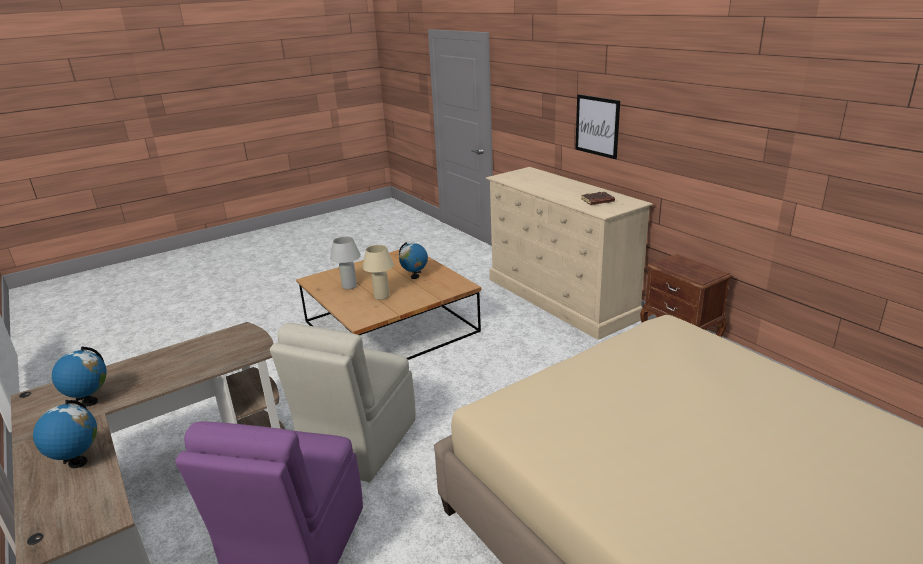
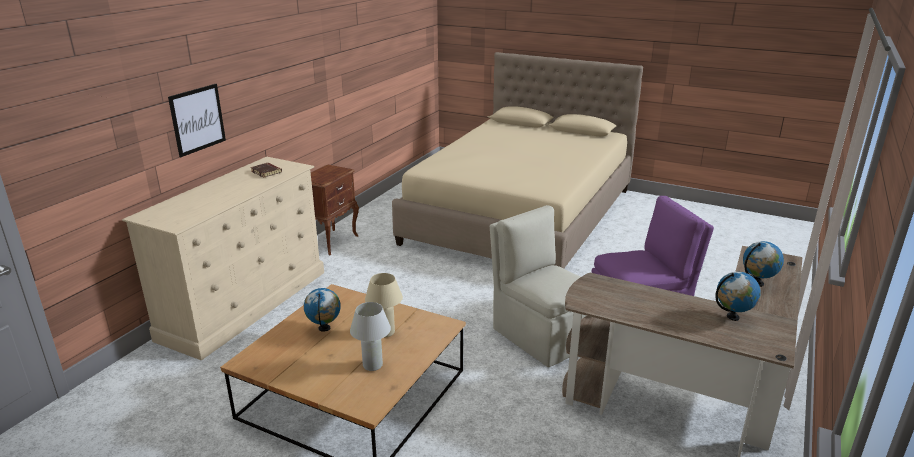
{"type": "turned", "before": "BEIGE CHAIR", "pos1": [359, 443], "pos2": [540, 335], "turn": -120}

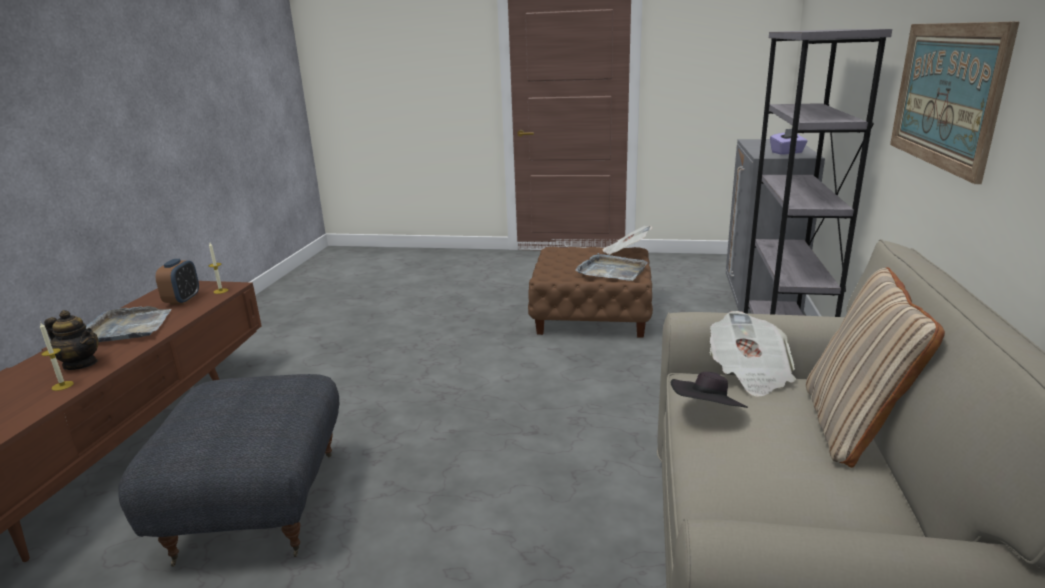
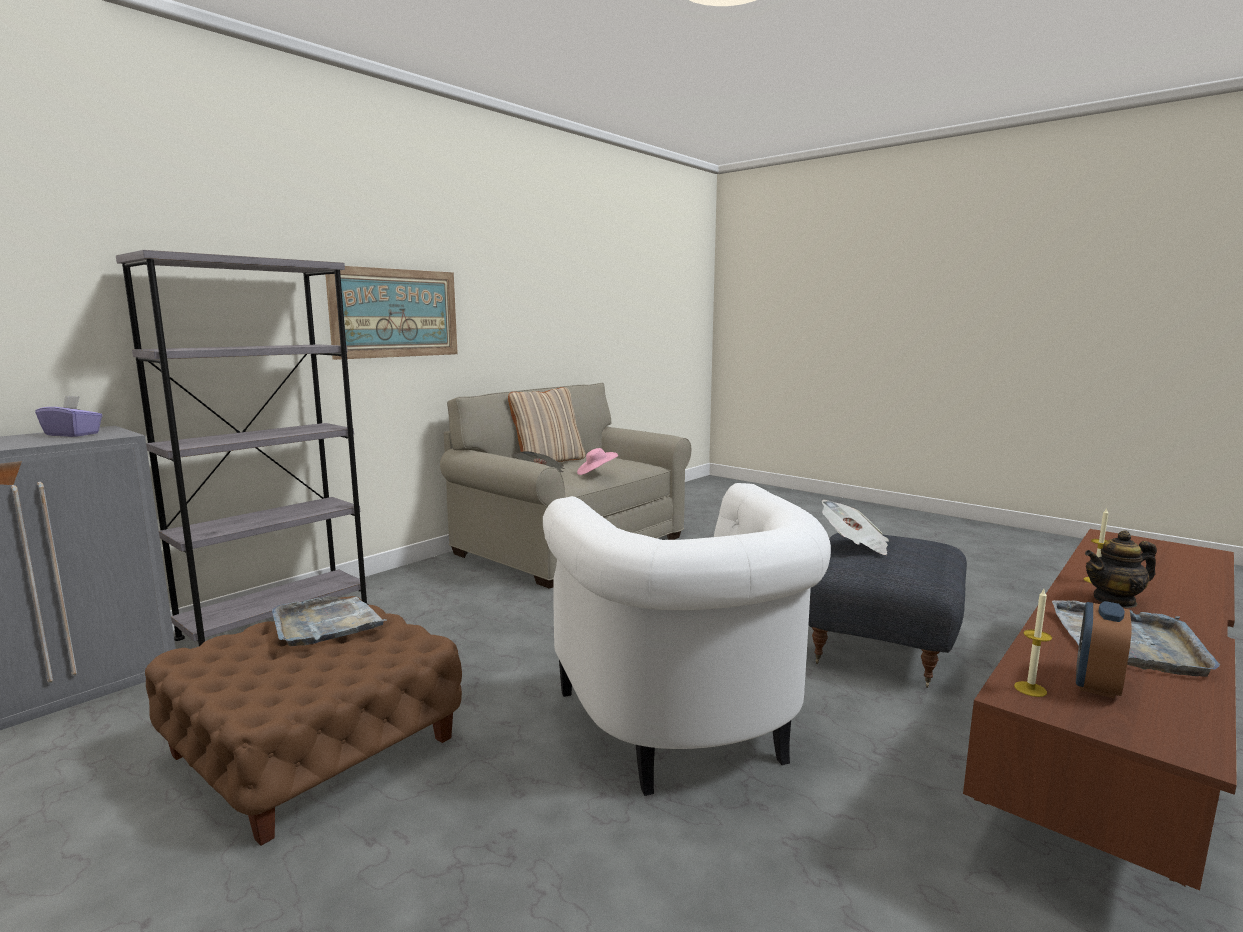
{"type": "added", "after": "WHITE ARMCHAIR", "pos2": [682, 727]}
{"type": "recoloured", "before": "BLACK HAT", "after": "PINK HAT", "pos1": [707, 412], "pos2": [596, 473]}
{"type": "moved", "before": "NEWSPAPER", "pos1": [625, 252], "pos2": [855, 545]}
{"type": "turned", "before": "TEAPOT", "pos1": [81, 364], "pos2": [1115, 600], "turn": -60}

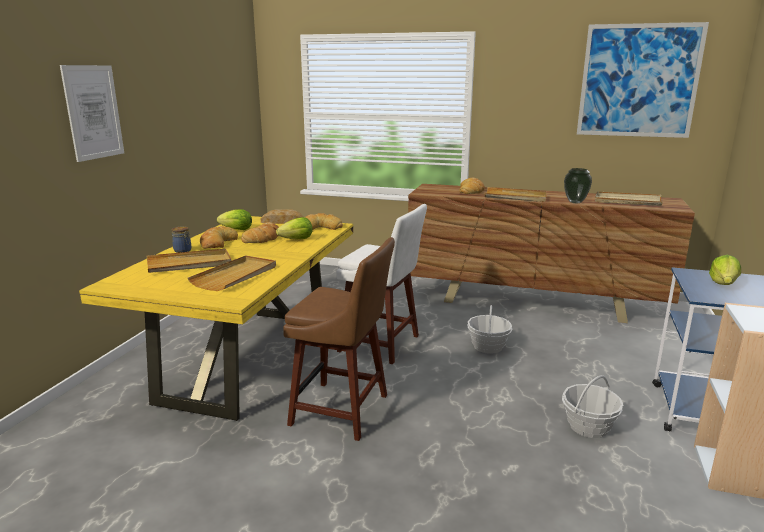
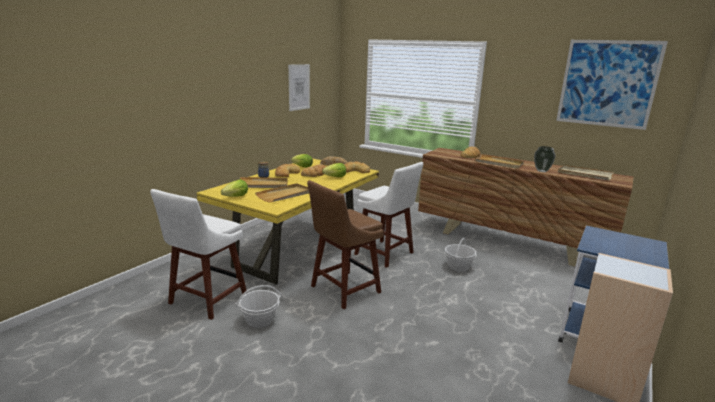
{"type": "added", "after": "WHITE CHAIR", "pos2": [205, 300]}
{"type": "moved", "before": "LETTUCE", "pos1": [723, 284], "pos2": [236, 197]}
{"type": "moved", "before": "BASKET", "pos1": [588, 426], "pos2": [260, 320]}
{"type": "moved", "before": "PICTURE", "pos1": [93, 112], "pos2": [299, 87]}
{"type": "turned", "before": "BROWN CHAIR", "pos1": [344, 411], "pos2": [342, 290], "turn": 105}

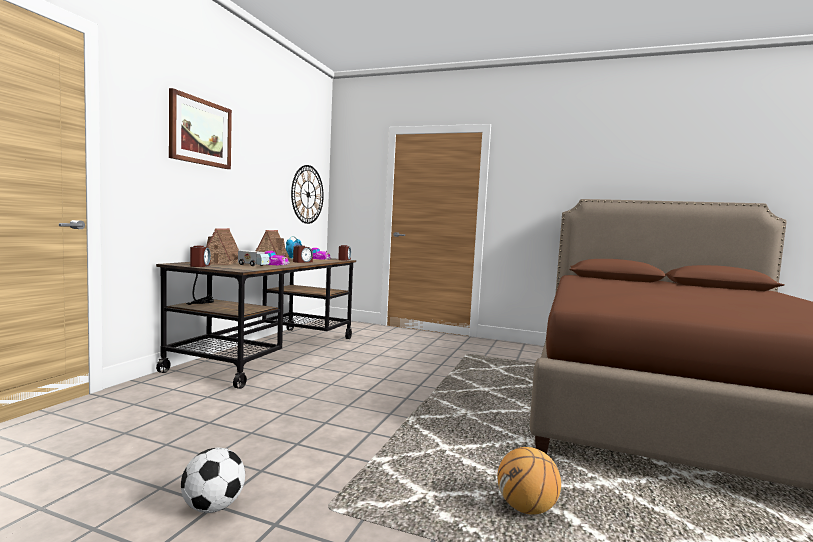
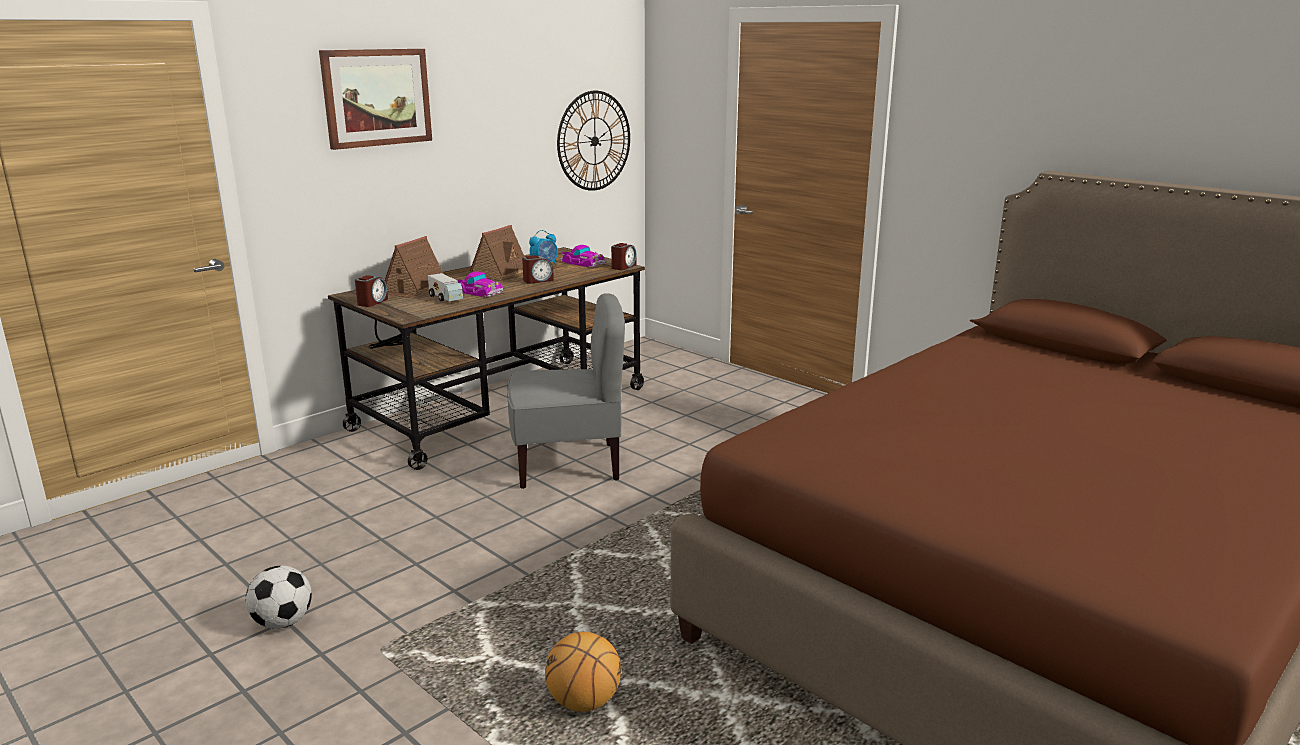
{"type": "added", "after": "GREY CHAIR", "pos2": [568, 464]}

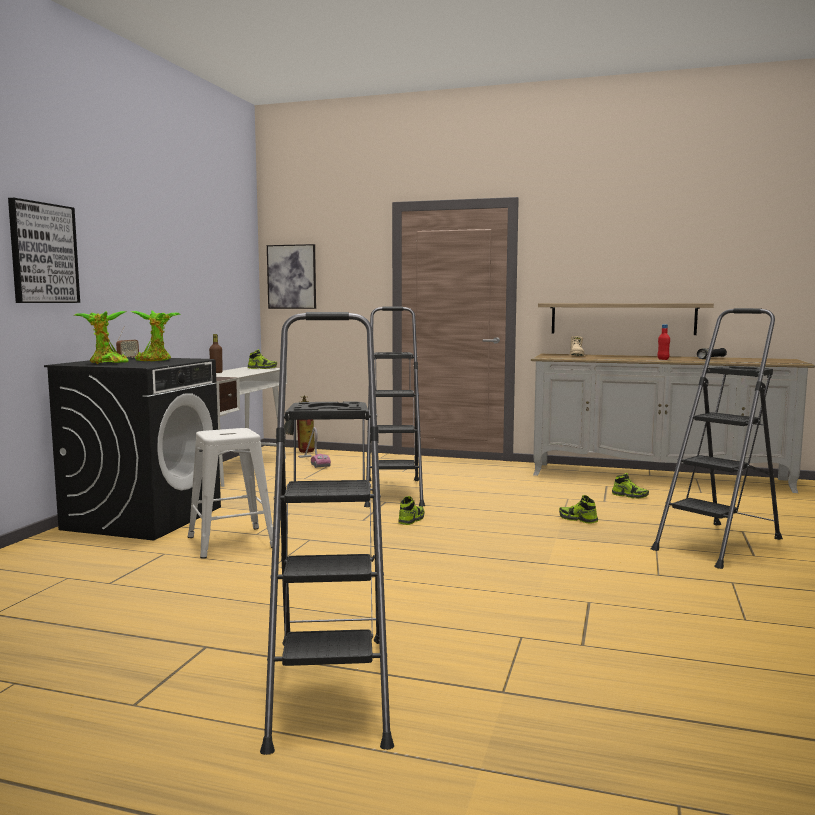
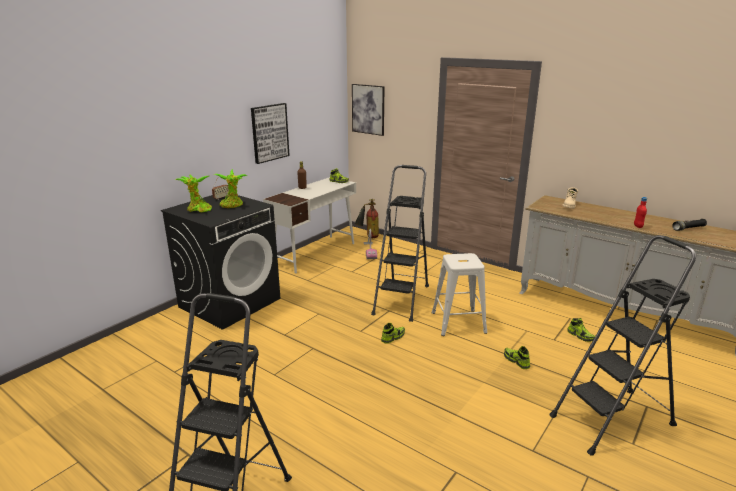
{"type": "moved", "before": "PICTURE", "pos1": [43, 253], "pos2": [269, 132]}
{"type": "moved", "before": "WHITE STOOL", "pos1": [231, 542], "pos2": [458, 322]}
{"type": "removed", "before": "SHELF", "pos1": [622, 318]}

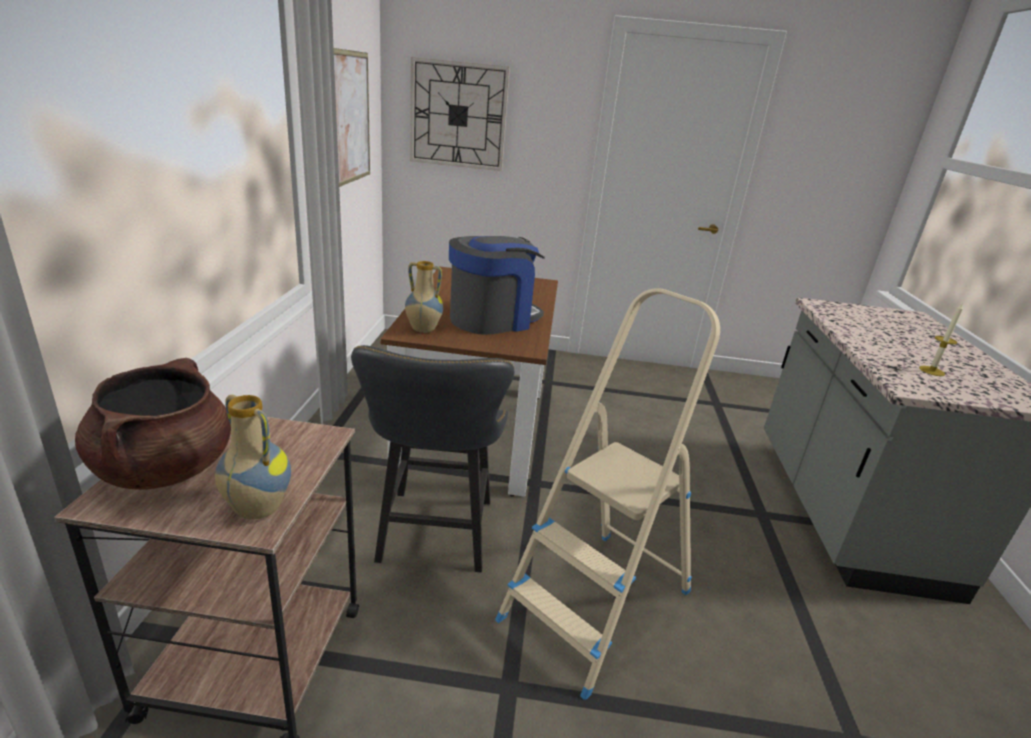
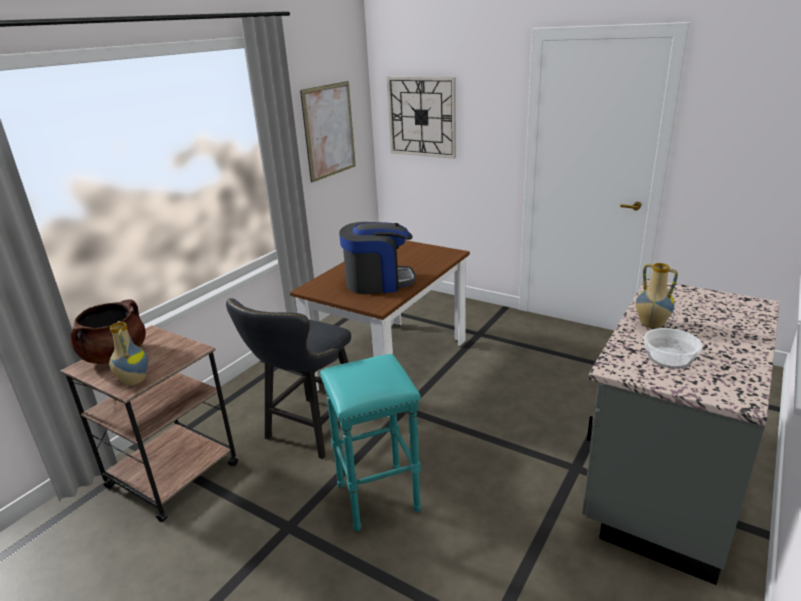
{"type": "replaced", "before": "BEIGE STEP LADDER", "after": "TURQUOISE STOOL", "pos1": [596, 605], "pos2": [380, 497]}
{"type": "moved", "before": "VASE", "pos1": [422, 330], "pos2": [650, 325]}
{"type": "replaced", "before": "CANDLE", "after": "BOWL", "pos1": [931, 371], "pos2": [669, 357]}

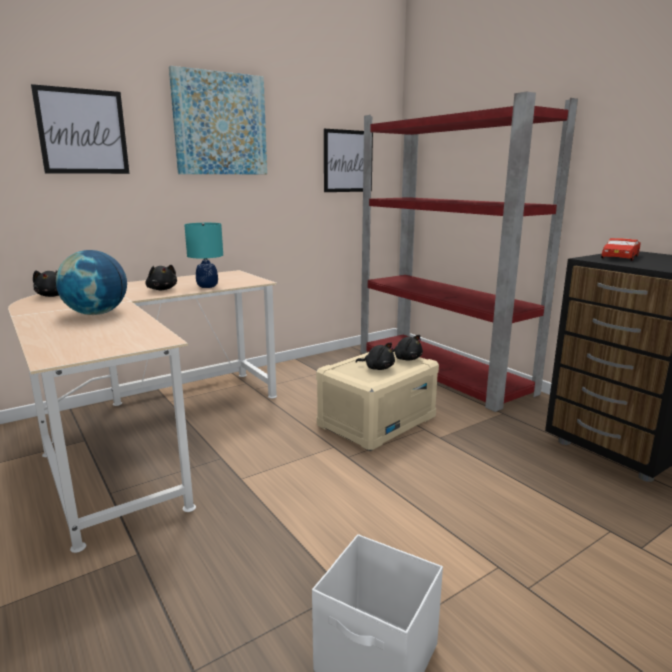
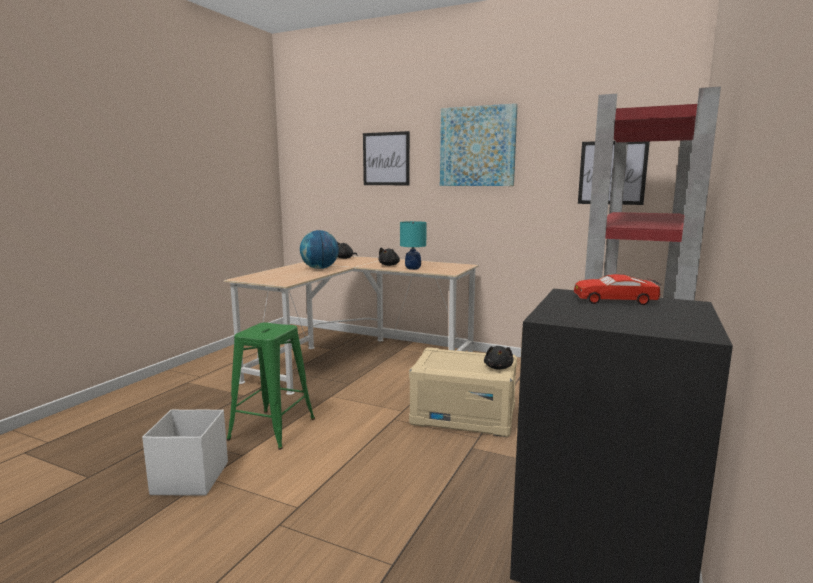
{"type": "added", "after": "GREEN STOOL", "pos2": [272, 429]}
{"type": "removed", "before": "BLACK PLUSH TOY", "pos1": [377, 368]}

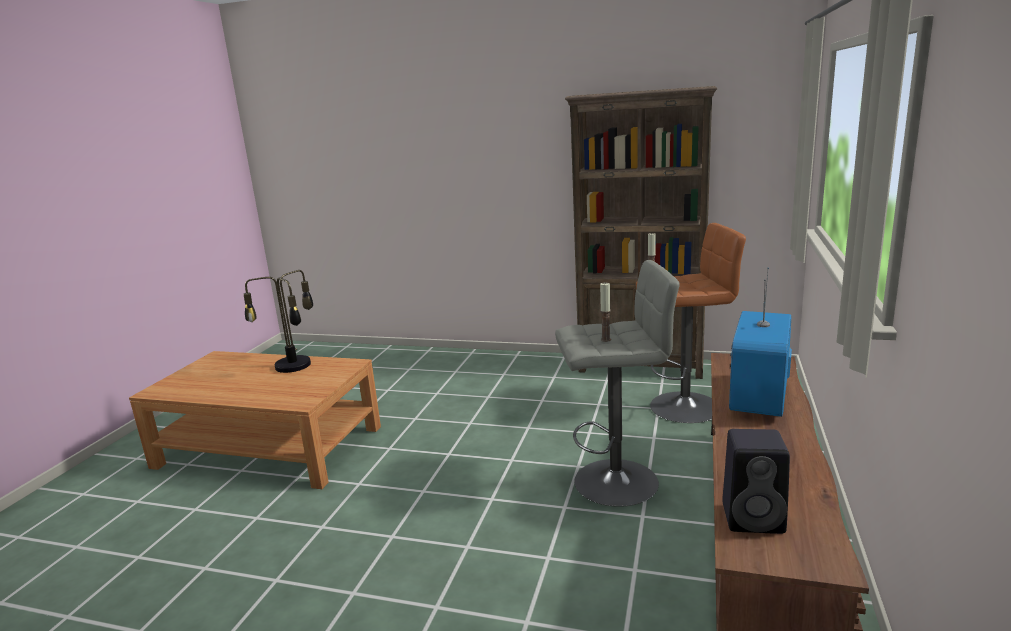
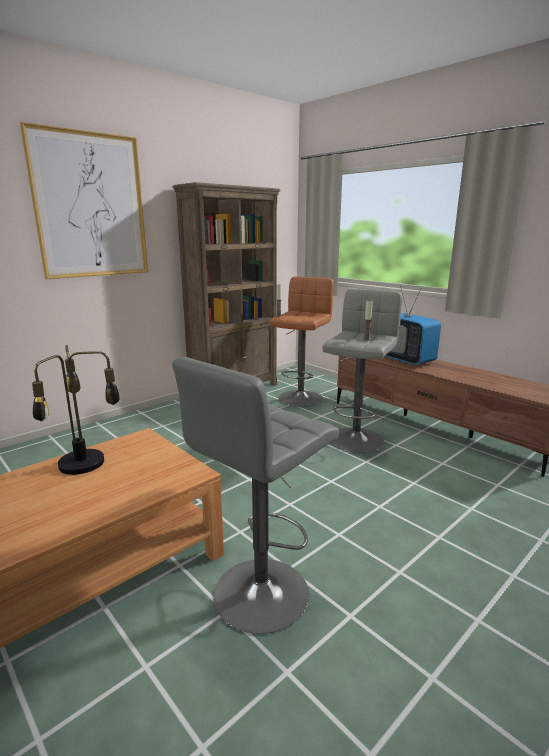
{"type": "added", "after": "PICTURE", "pos2": [91, 206]}
{"type": "added", "after": "GREY STOOL", "pos2": [259, 593]}
{"type": "removed", "before": "BLACK SPEAKER", "pos1": [755, 518]}

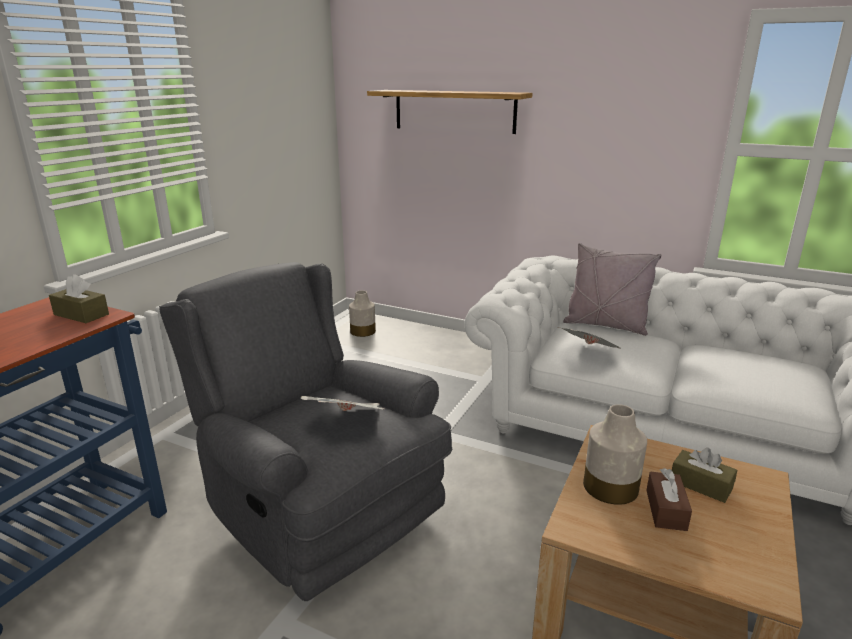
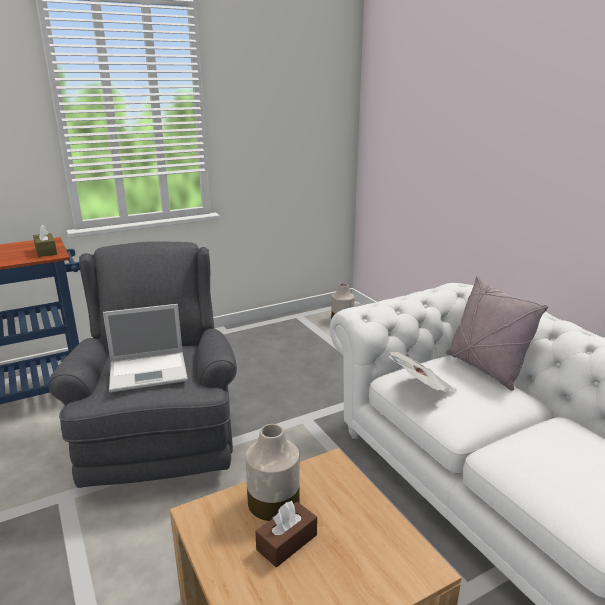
{"type": "replaced", "before": "NEWSPAPER", "after": "LAPTOP", "pos1": [348, 422], "pos2": [150, 371]}
{"type": "removed", "before": "SHELF", "pos1": [454, 111]}
{"type": "removed", "before": "BROWN TISSUE BOX", "pos1": [700, 484]}

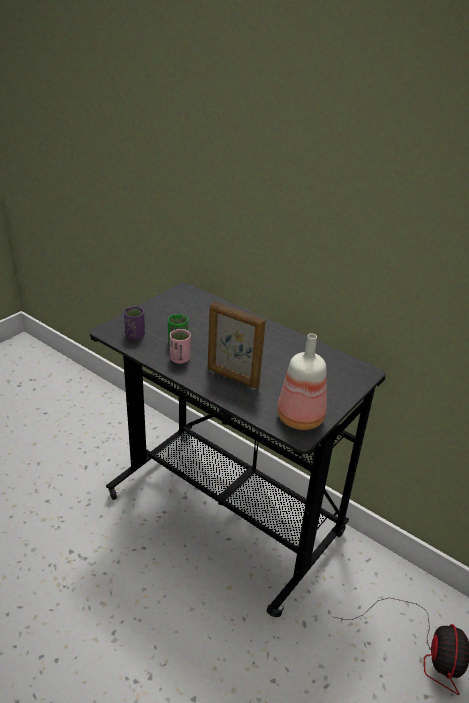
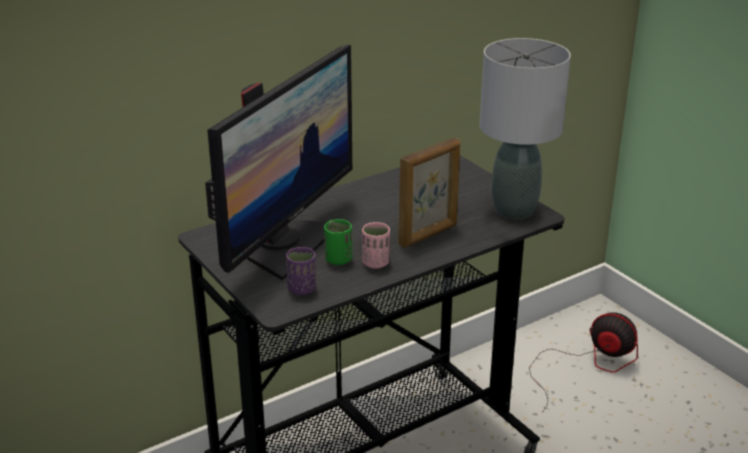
{"type": "added", "after": "MONITOR", "pos2": [287, 245]}
{"type": "replaced", "before": "BOTTLE", "after": "GREY TABLE LAMP", "pos1": [299, 417], "pos2": [513, 210]}

